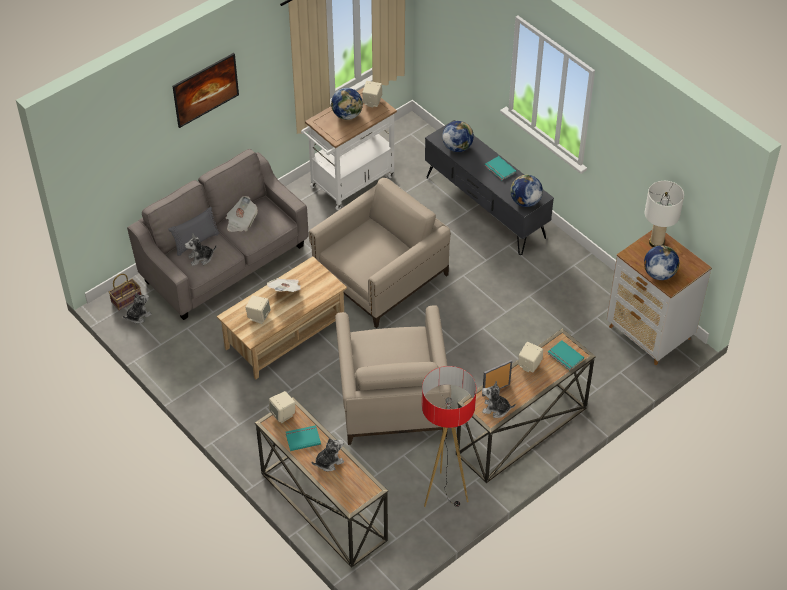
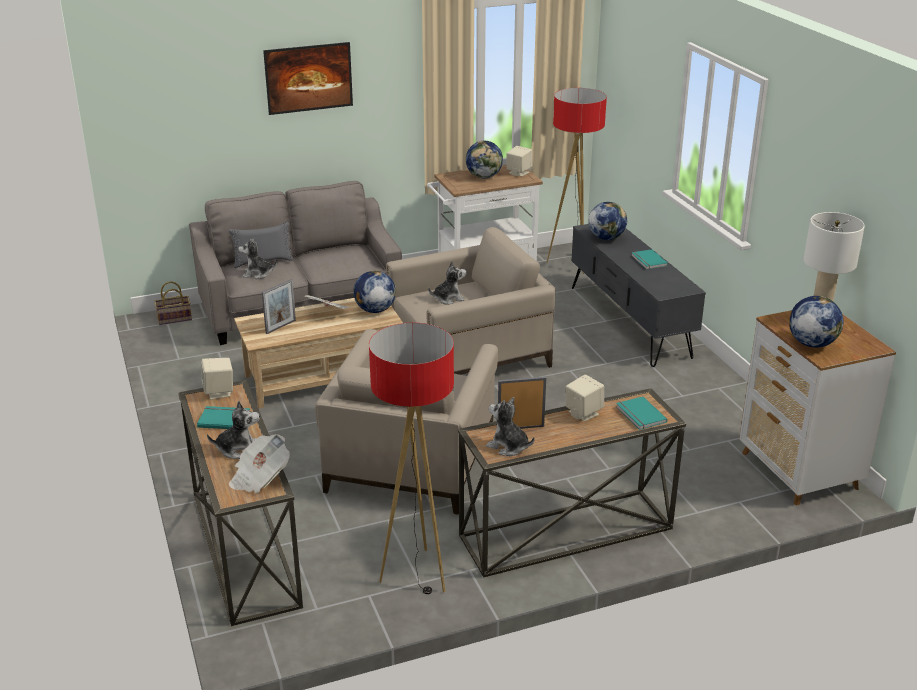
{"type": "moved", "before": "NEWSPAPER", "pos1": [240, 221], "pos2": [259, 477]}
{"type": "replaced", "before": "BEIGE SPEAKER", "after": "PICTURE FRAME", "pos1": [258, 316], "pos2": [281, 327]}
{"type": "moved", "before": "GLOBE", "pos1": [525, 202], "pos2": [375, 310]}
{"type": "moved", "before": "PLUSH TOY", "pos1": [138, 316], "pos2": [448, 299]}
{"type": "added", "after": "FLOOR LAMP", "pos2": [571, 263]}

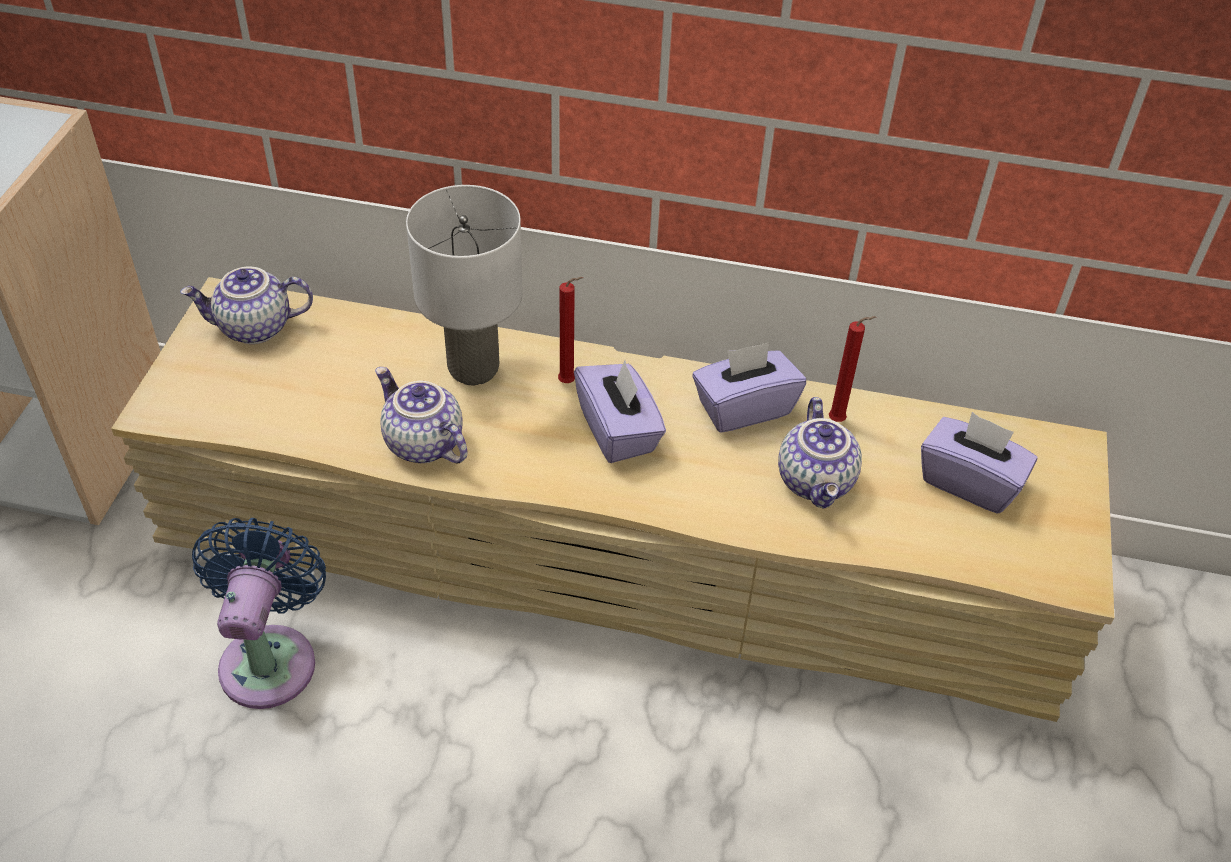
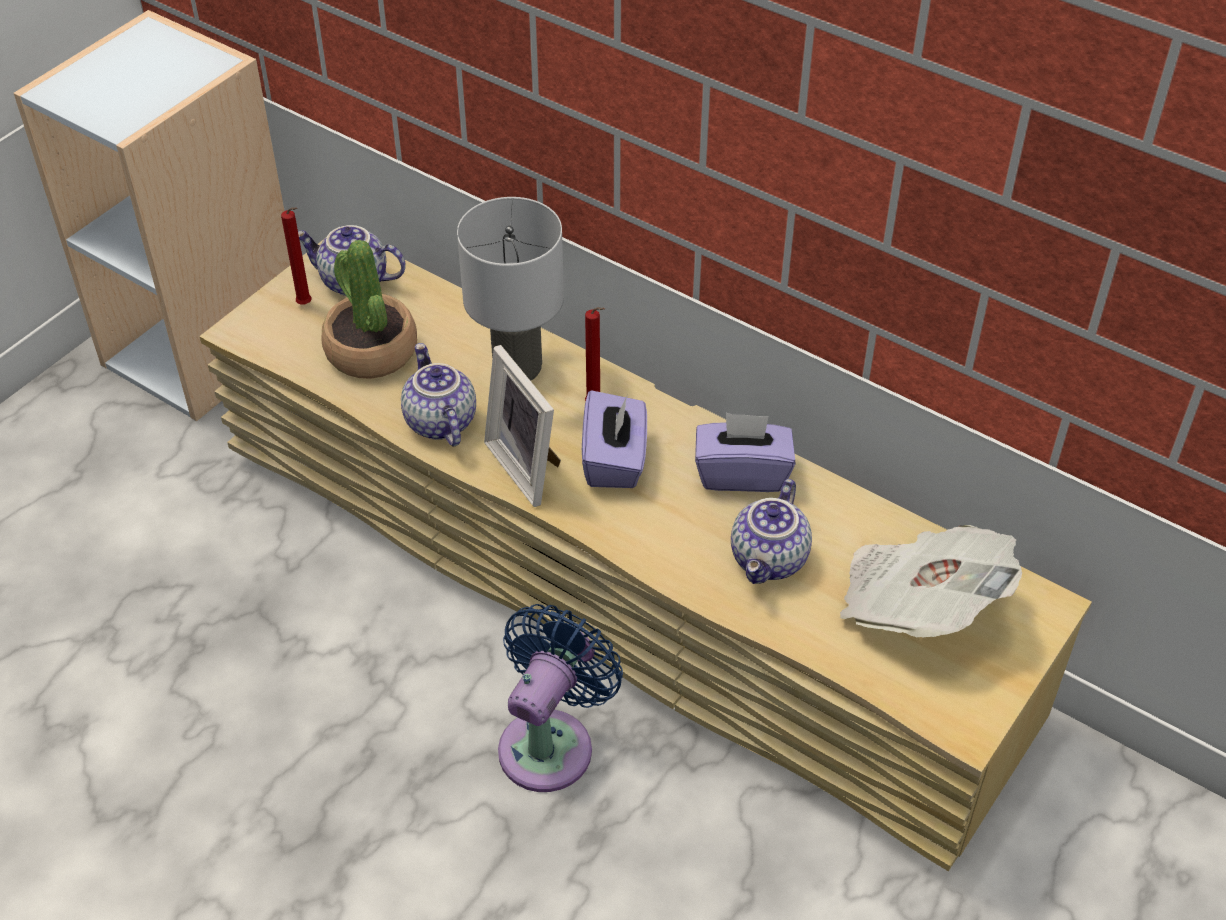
{"type": "moved", "before": "RED CANDLE", "pos1": [839, 421], "pos2": [306, 305]}
{"type": "added", "after": "POTTED PLANT", "pos2": [371, 351]}
{"type": "added", "after": "PICTURE FRAME", "pos2": [529, 466]}
{"type": "moved", "before": "BLUE FAN", "pos1": [270, 657], "pos2": [551, 742]}
{"type": "replaced", "before": "PURPLE TISSUE BOX", "after": "NEWSPAPER", "pos1": [969, 482], "pos2": [918, 605]}

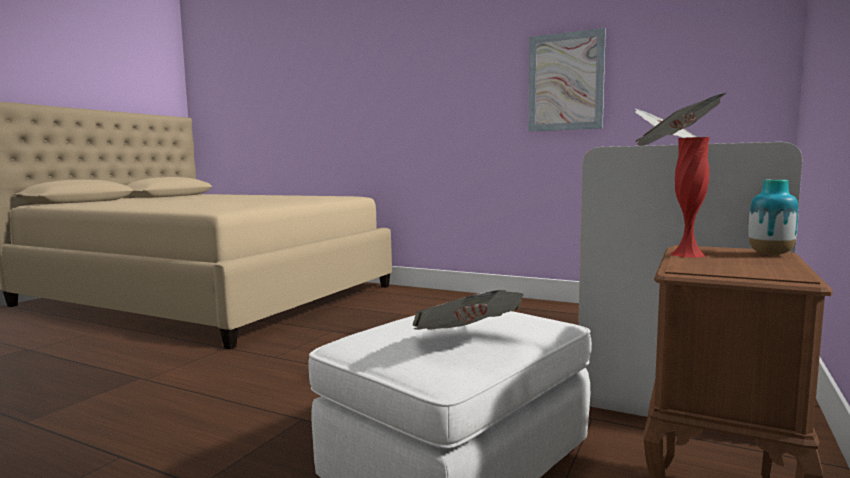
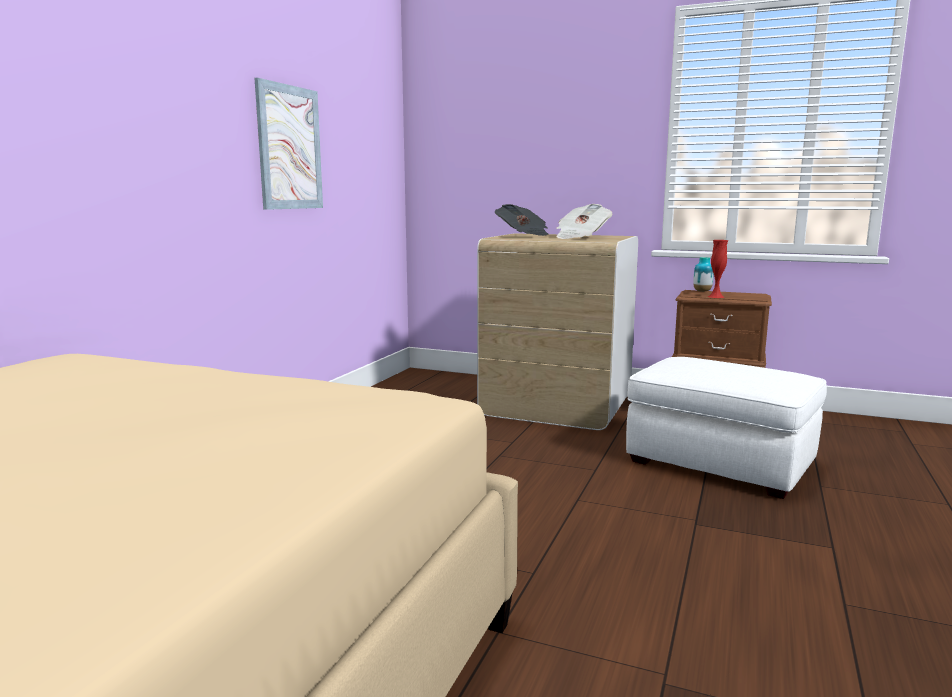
{"type": "removed", "before": "NEWSPAPER", "pos1": [466, 343]}

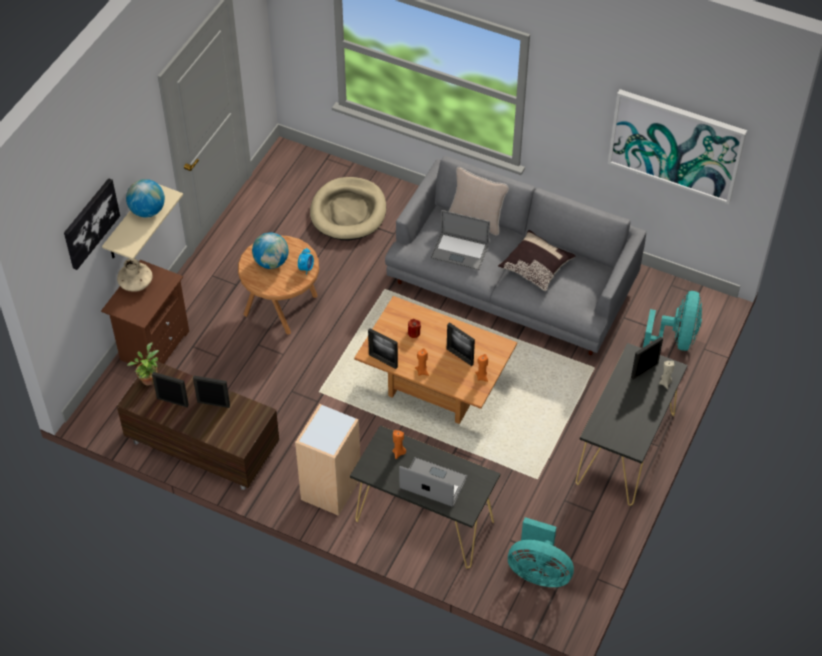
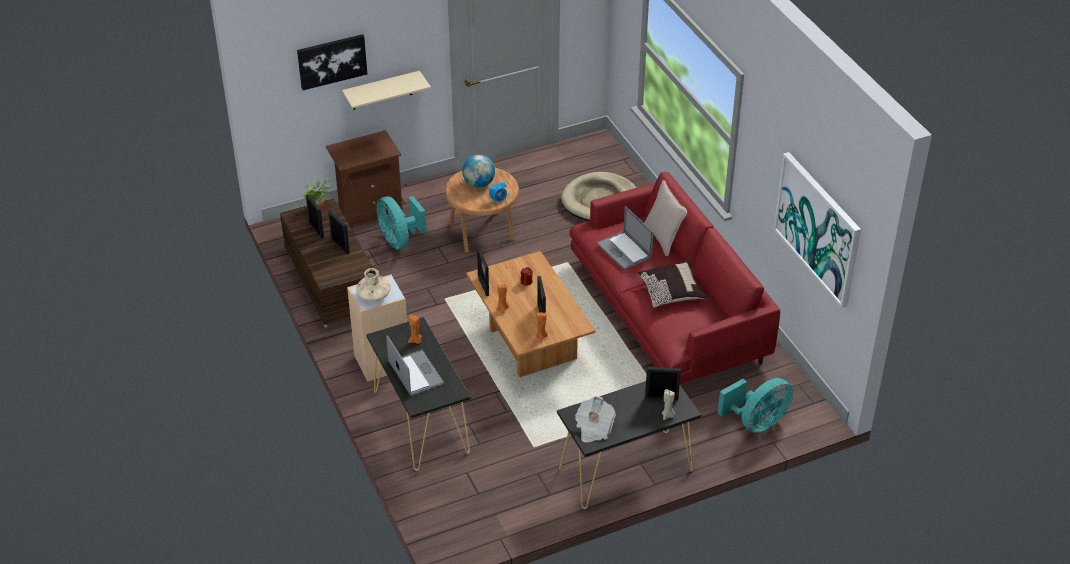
{"type": "moved", "before": "BEIGE VASE", "pos1": [136, 283], "pos2": [374, 295]}
{"type": "moved", "before": "TURQUOISE FAN", "pos1": [538, 572], "pos2": [399, 240]}
{"type": "recoloured", "before": "GREY SOFA", "after": "RED SOFA", "pos1": [512, 284], "pos2": [668, 312]}
{"type": "added", "after": "NEWSPAPER", "pos2": [593, 428]}
{"type": "removed", "before": "GLOBE", "pos1": [147, 211]}

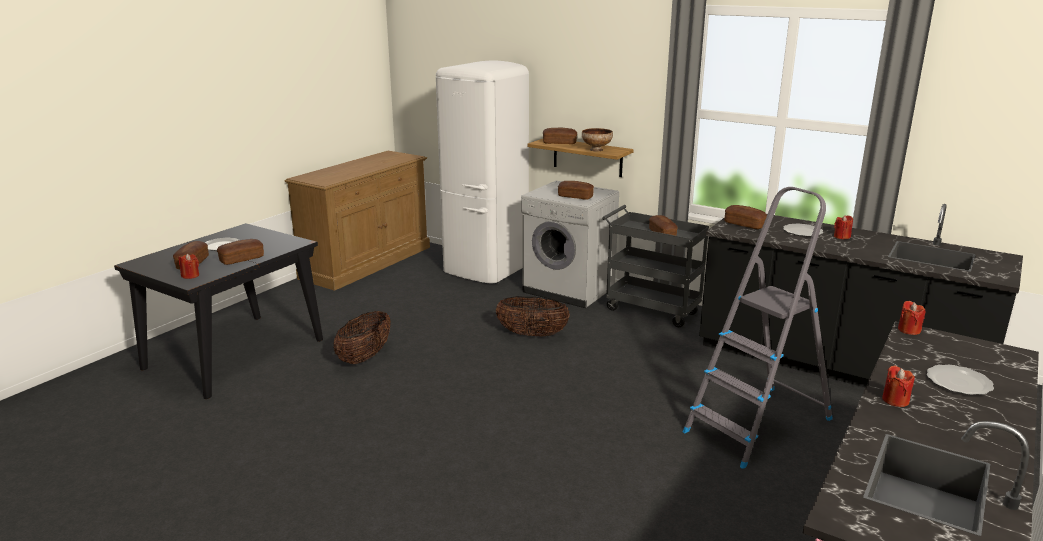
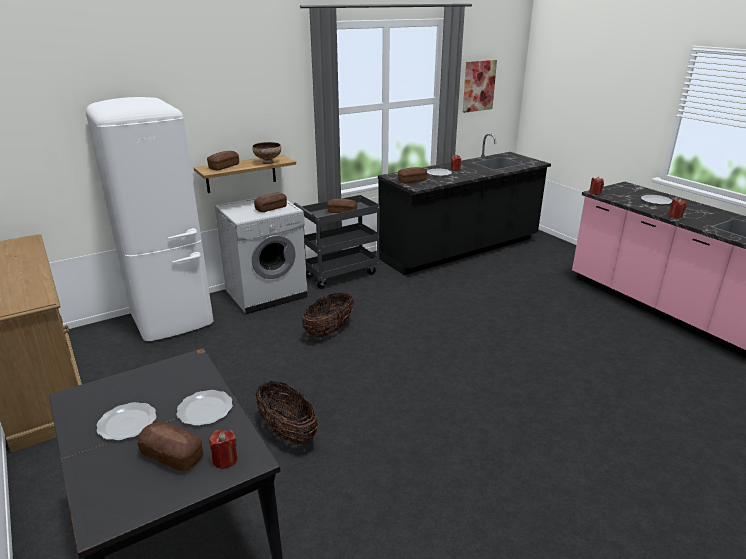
{"type": "replaced", "before": "BREAD", "after": "PLATE", "pos1": [242, 259], "pos2": [206, 409]}
{"type": "added", "after": "PICTURE", "pos2": [478, 86]}
{"type": "removed", "before": "GREY STEP LADDER", "pos1": [757, 425]}

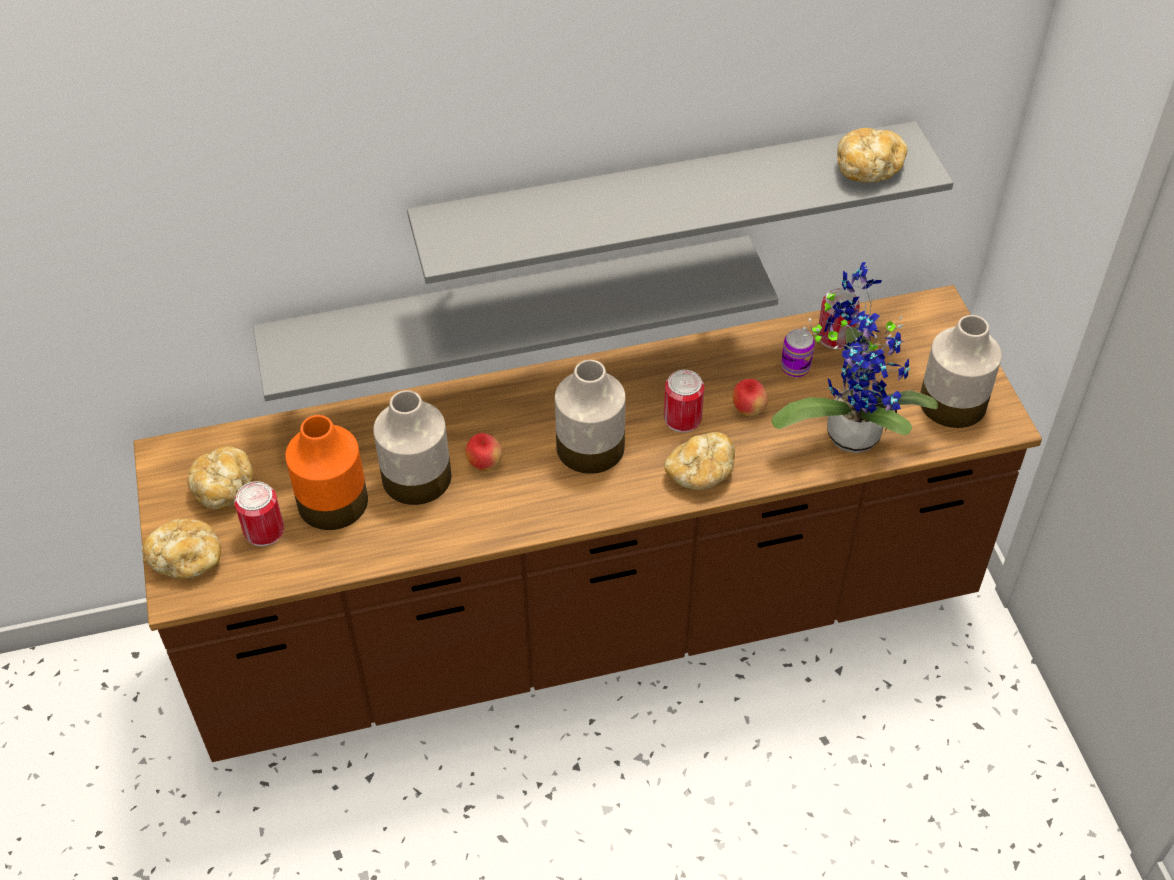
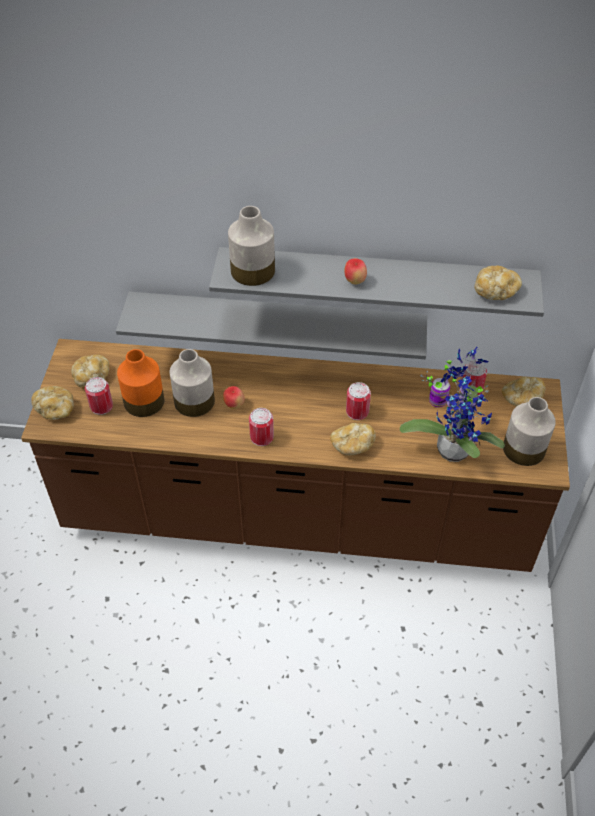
{"type": "moved", "before": "BEIGE VASE", "pos1": [589, 446], "pos2": [252, 270]}
{"type": "added", "after": "CAN", "pos2": [261, 437]}
{"type": "moved", "before": "APPLE", "pos1": [748, 410], "pos2": [355, 281]}
{"type": "added", "after": "BREAD", "pos2": [521, 398]}

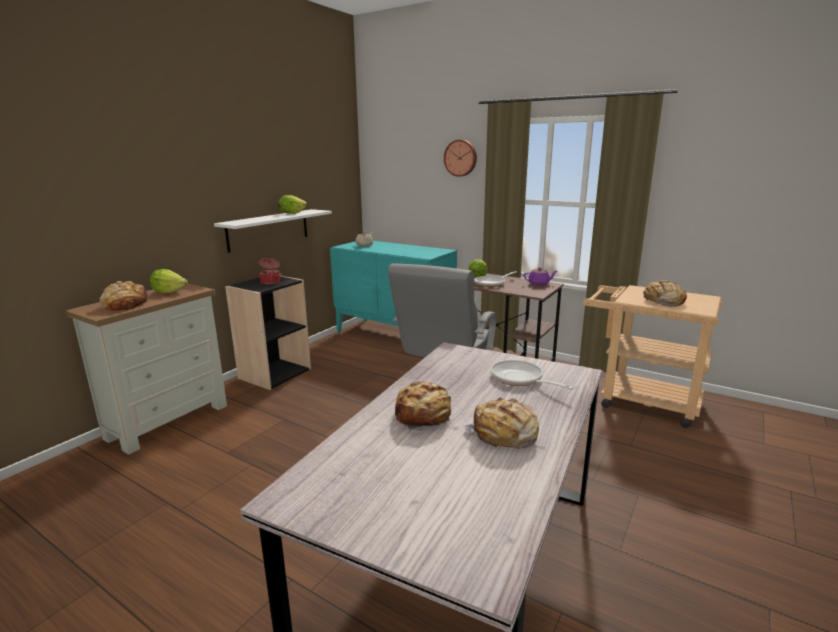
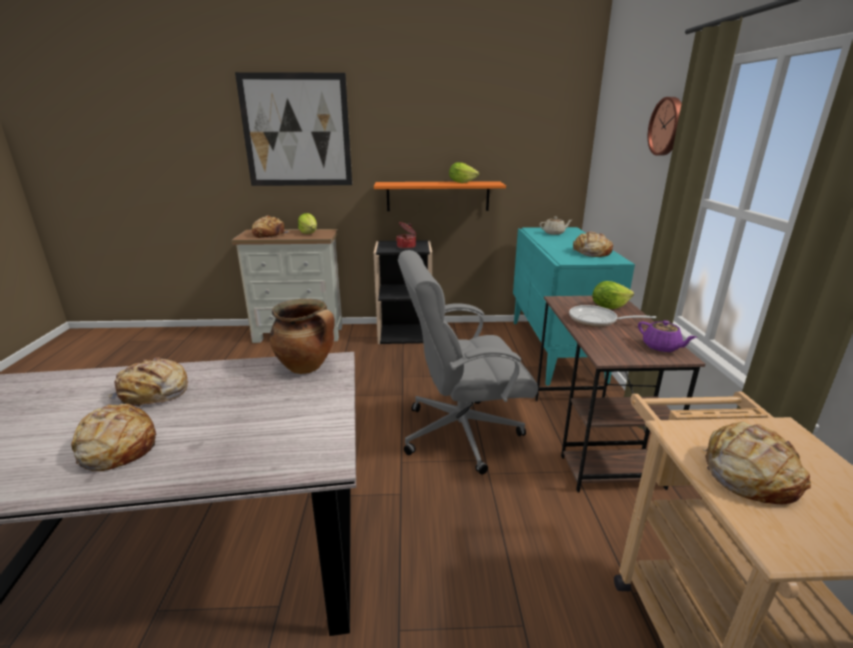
{"type": "added", "after": "PICTURE", "pos2": [296, 131]}
{"type": "added", "after": "COOKING POT", "pos2": [307, 367]}
{"type": "recoloured", "before": "WHITE SHELF", "after": "ORANGE SHELF", "pos1": [268, 229], "pos2": [438, 196]}
{"type": "added", "after": "BREAD", "pos2": [591, 252]}
{"type": "removed", "before": "FRYING PAN", "pos1": [520, 379]}

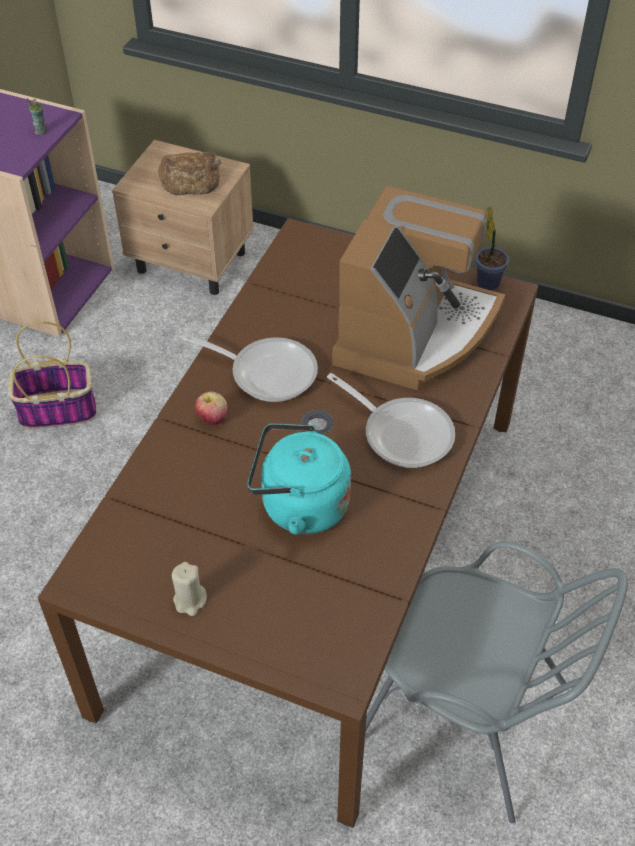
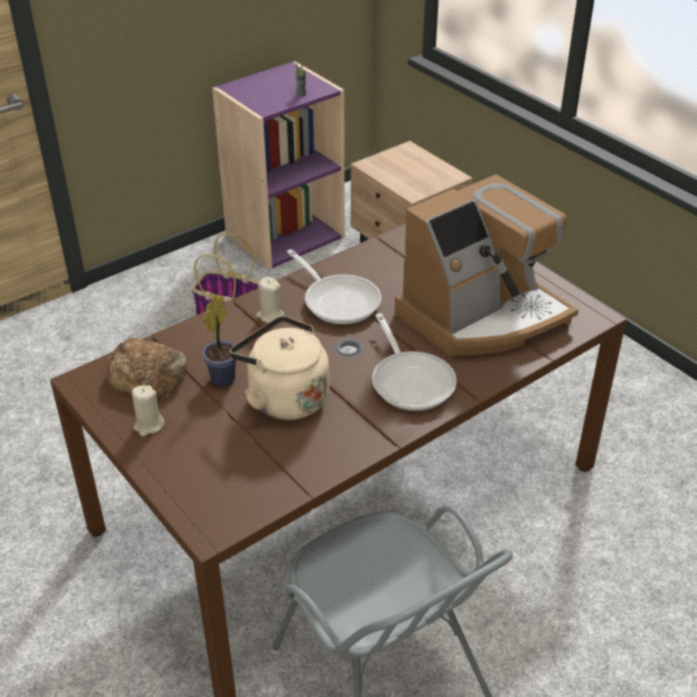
{"type": "moved", "before": "BREAD", "pos1": [190, 179], "pos2": [148, 375]}
{"type": "moved", "before": "POTTED PLANT", "pos1": [487, 280], "pos2": [225, 376]}
{"type": "recoloured", "before": "TURQUOISE KETTLE", "after": "BEIGE KETTLE", "pos1": [299, 505], "pos2": [284, 397]}
{"type": "replaced", "before": "APPLE", "after": "BEIGE CANDLE", "pos1": [212, 418], "pos2": [270, 315]}

